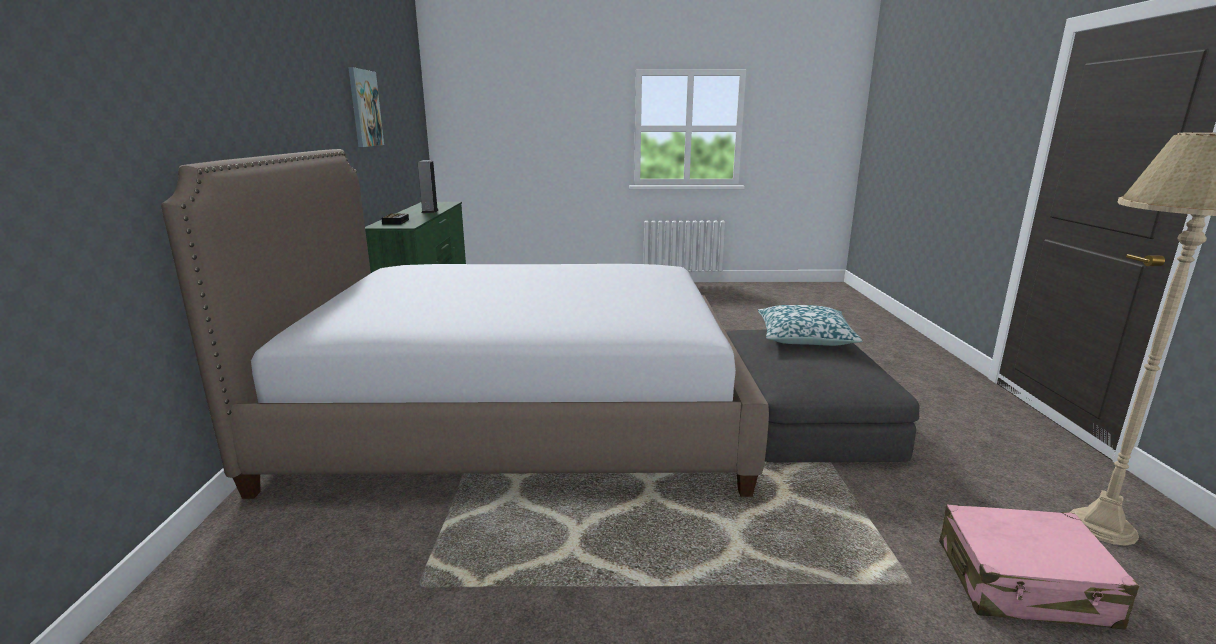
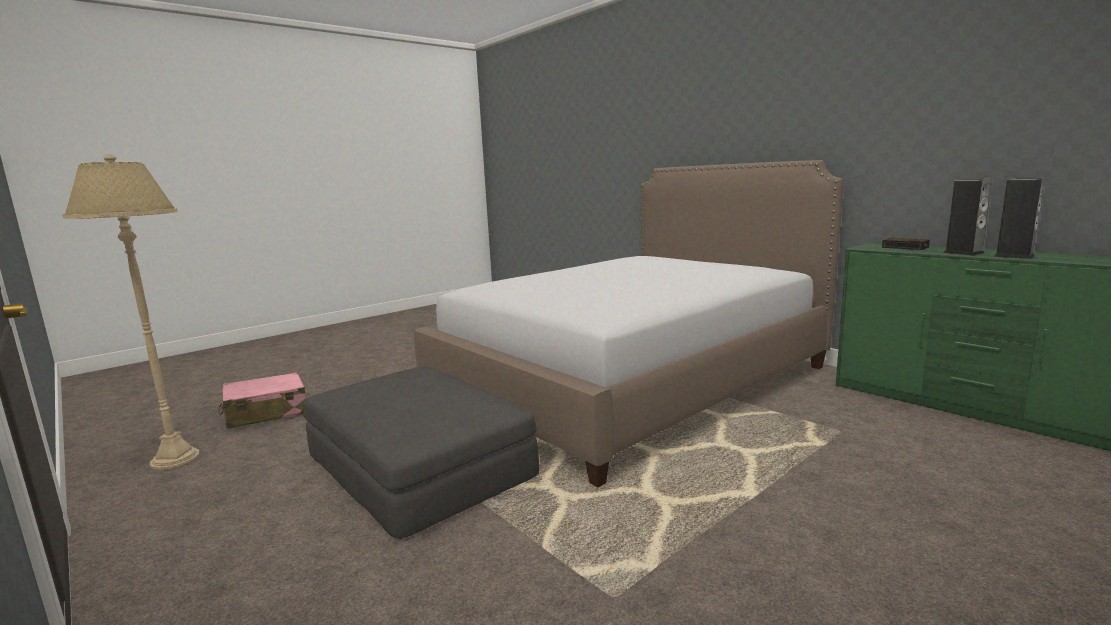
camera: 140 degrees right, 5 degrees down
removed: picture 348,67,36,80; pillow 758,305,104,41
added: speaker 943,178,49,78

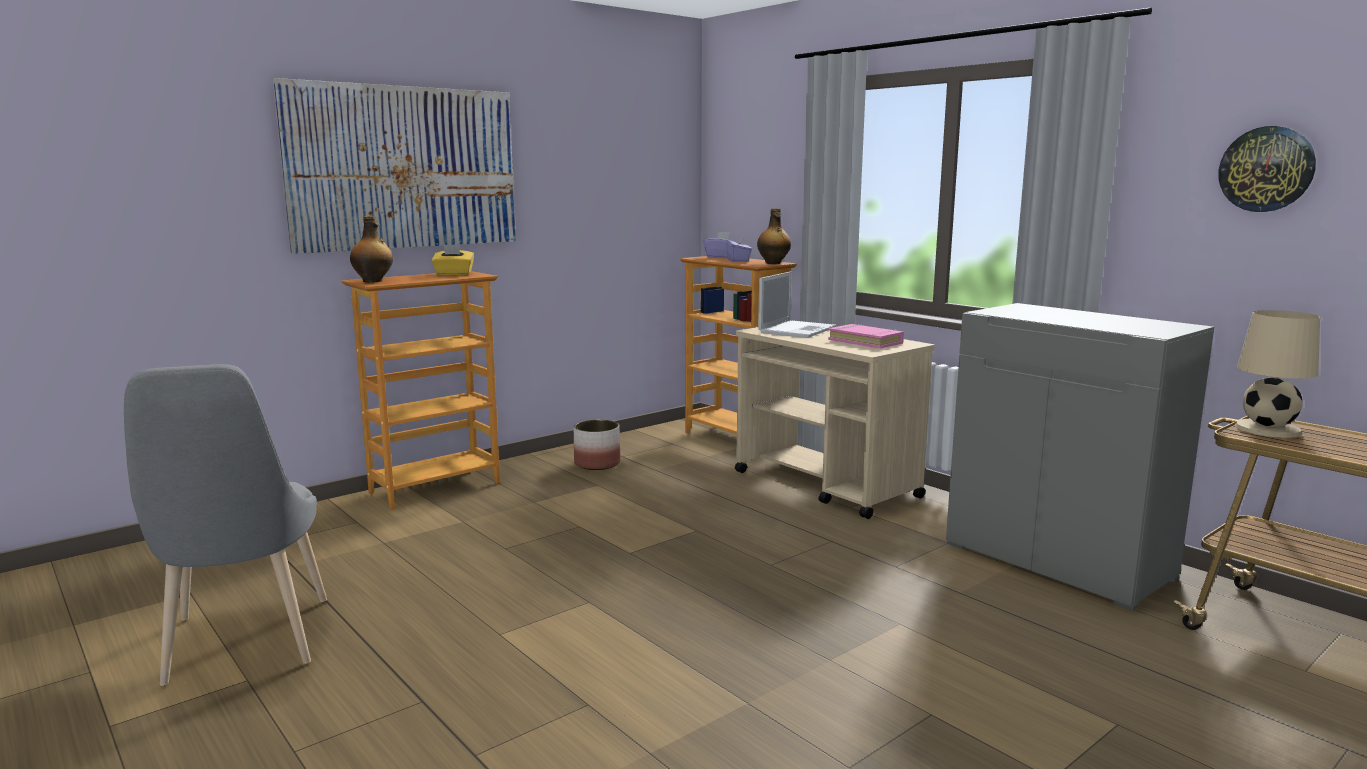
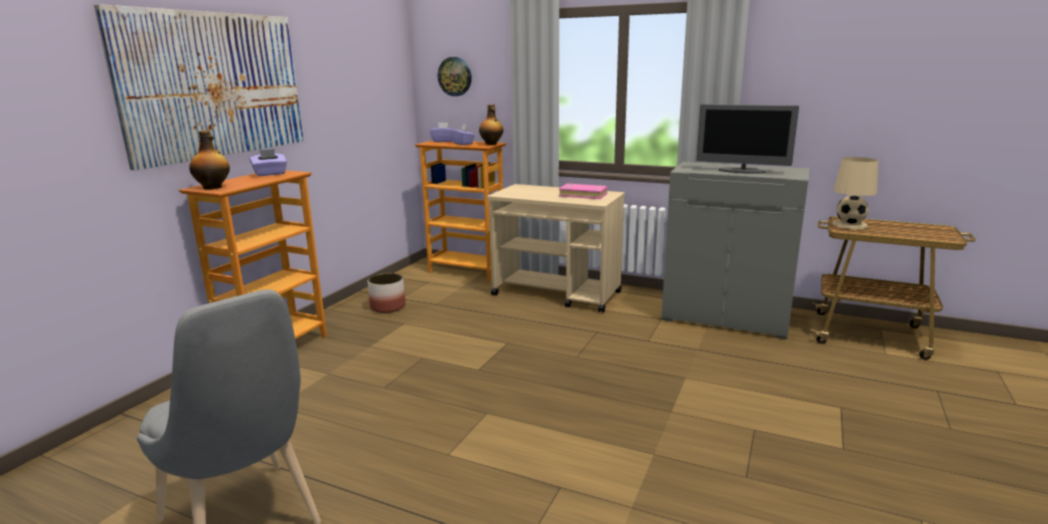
camera: 25 degrees left, 5 degrees up
removed: laptop 758,271,78,67
added: monitor 696,104,103,70
moved: wall clock 1218,126,98,86 to 438,57,34,39
recoloured: yellow tissue box 432,244,42,31 to purple tissue box 249,149,38,27

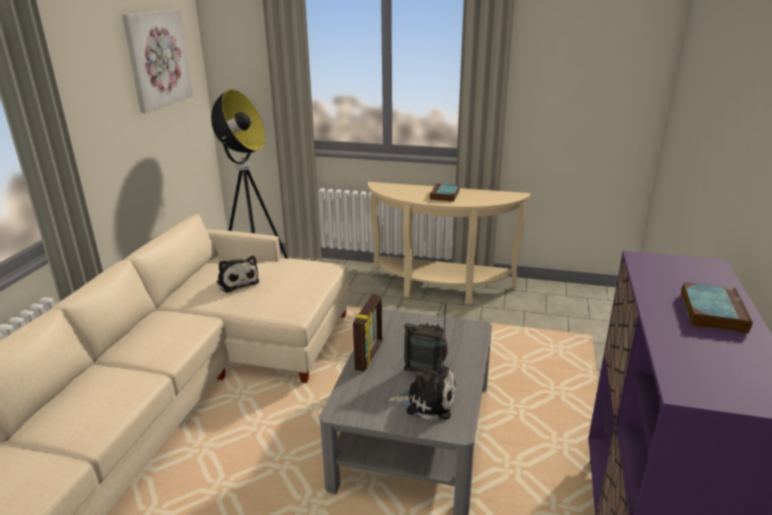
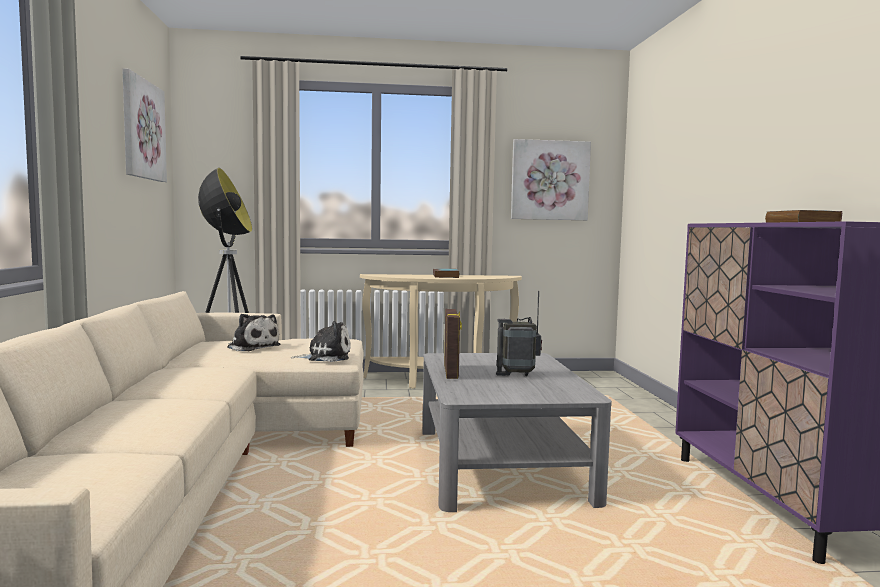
camera: 20 degrees left, 20 degrees down
added: picture 511,139,80,81
moved: plush toy 388,358,68,63 to 291,321,60,41

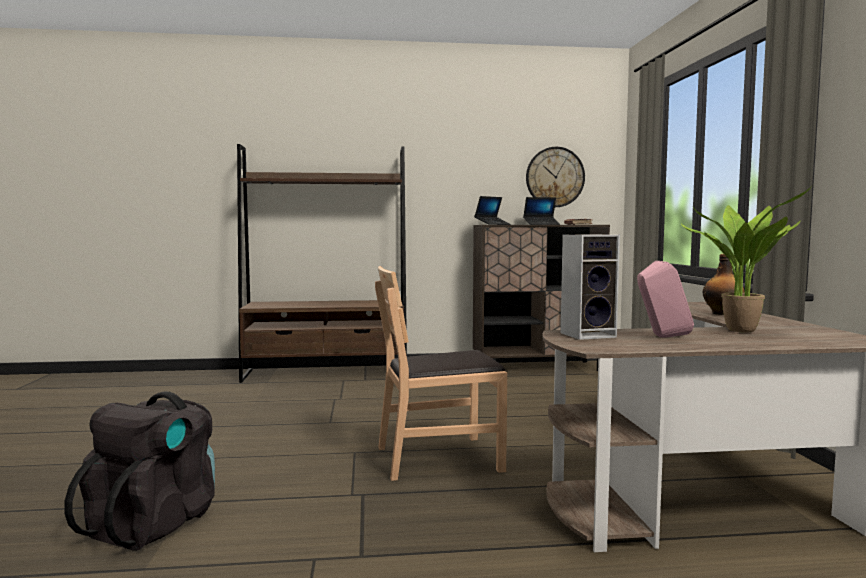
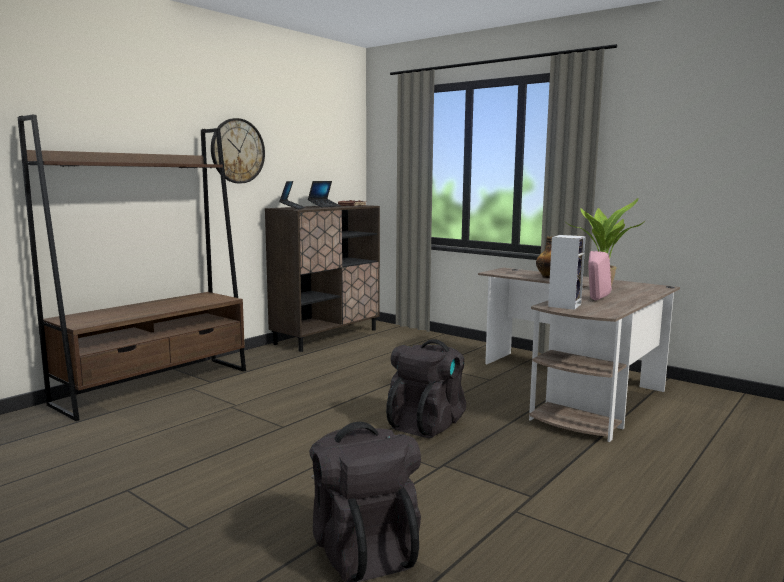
camera: 45 degrees left, 5 degrees up
moved: wall clock 526,147,59,60 to 211,118,54,65
replaced: brown chair 375,266,132,215 to black backpack 386,339,80,99

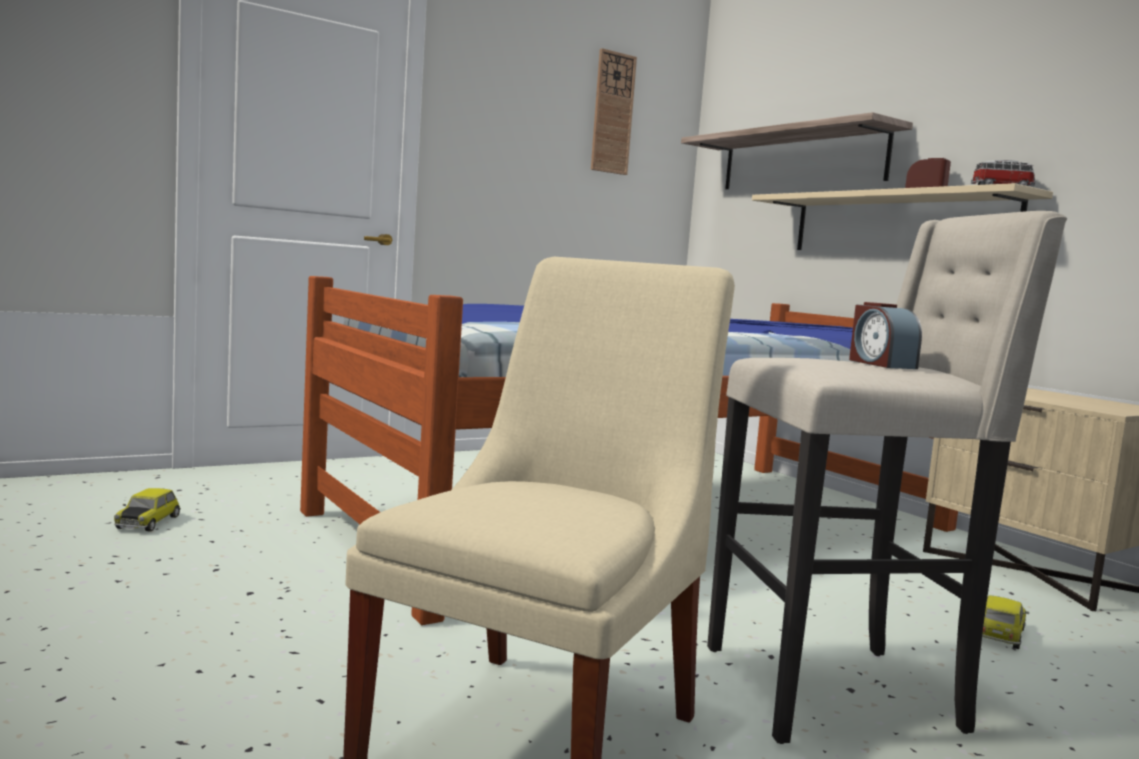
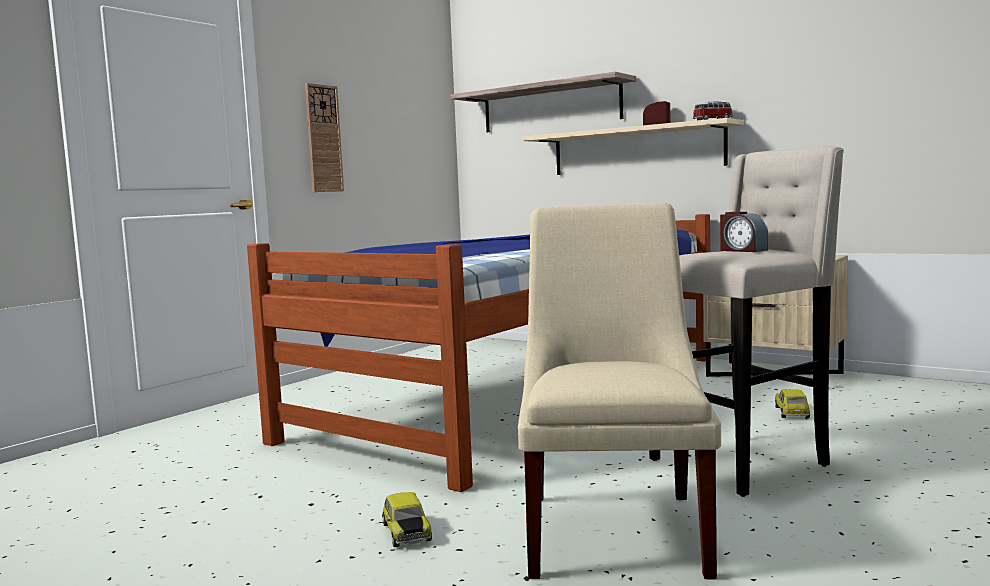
camera: 20 degrees left, 0 degrees up
moved: toy car 114,488,67,44 to 382,492,50,55; wall clock 591,48,46,127 to 305,83,39,109

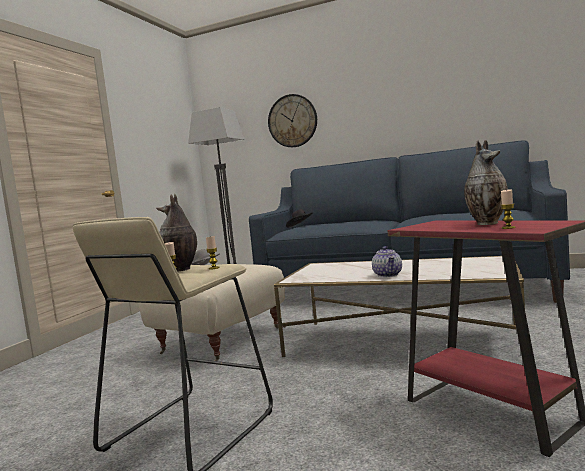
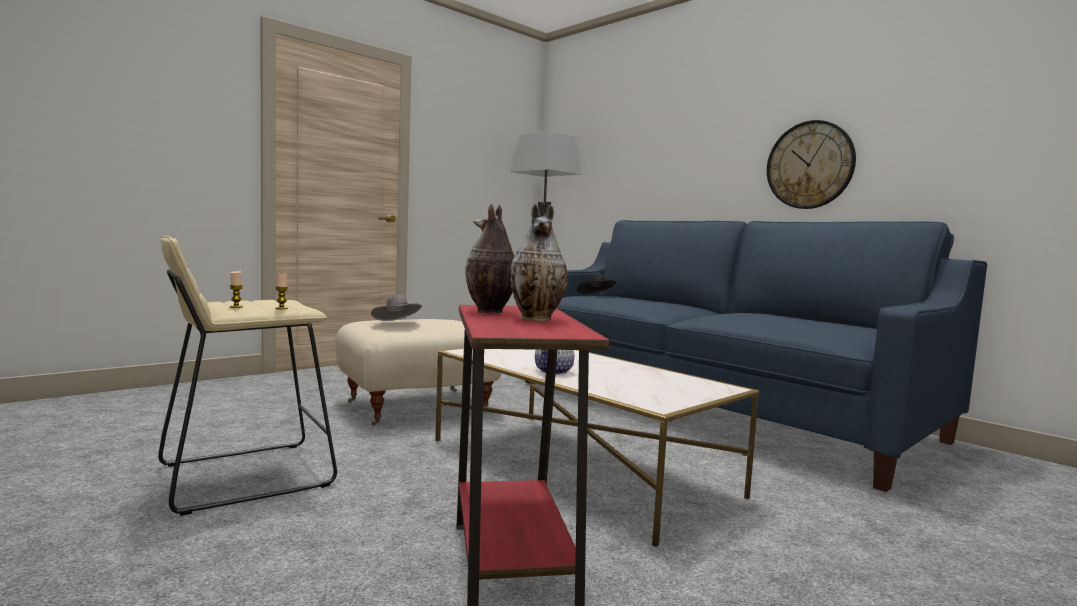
camera: 25 degrees right, 0 degrees up
removed: candle 501,189,15,40
moved: vase 156,193,41,79 to 465,204,49,110; wall clock 268,94,49,53 to 767,120,89,89

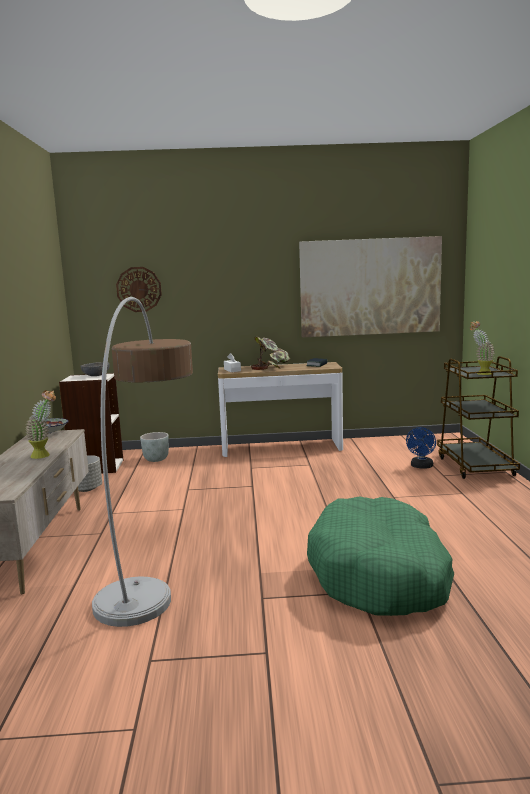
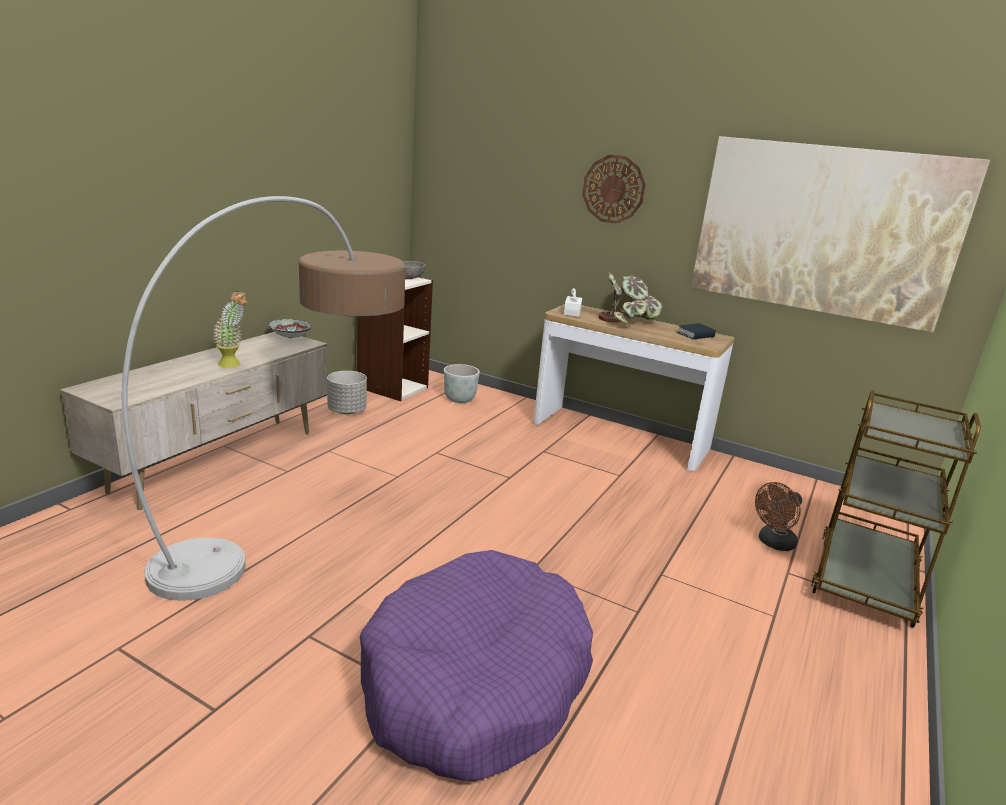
camera: 30 degrees right, 10 degrees up
removed: potted plant 470,321,25,54
moved: wall clock 116,267,46,45 to 582,155,64,69
recoloured: green dog bed 307,496,147,120 to purple dog bed 360,550,233,231; blue fan 406,427,30,42 to brown fan 755,482,47,69

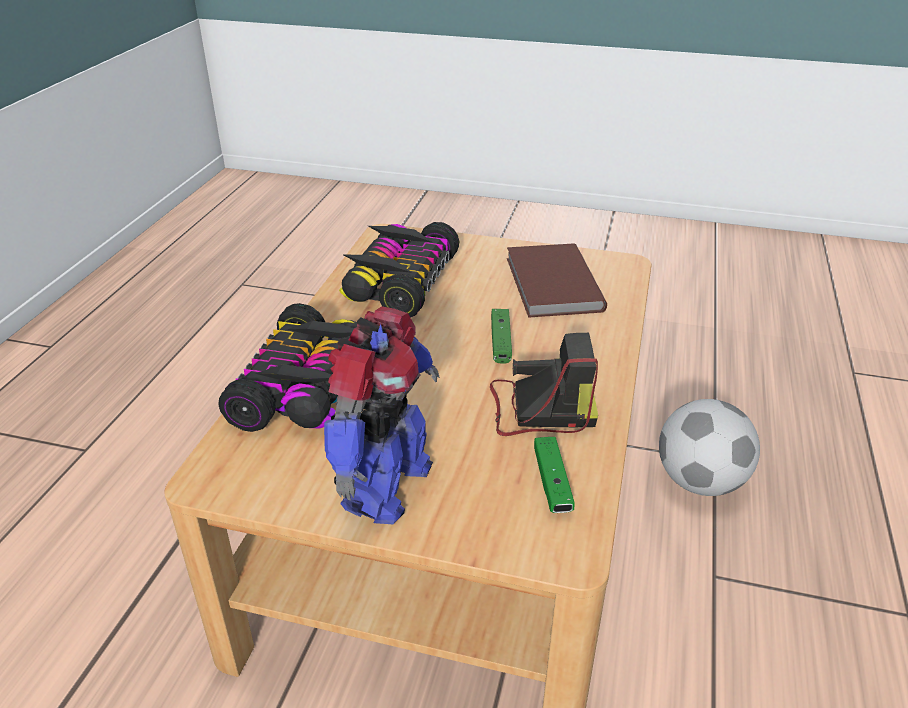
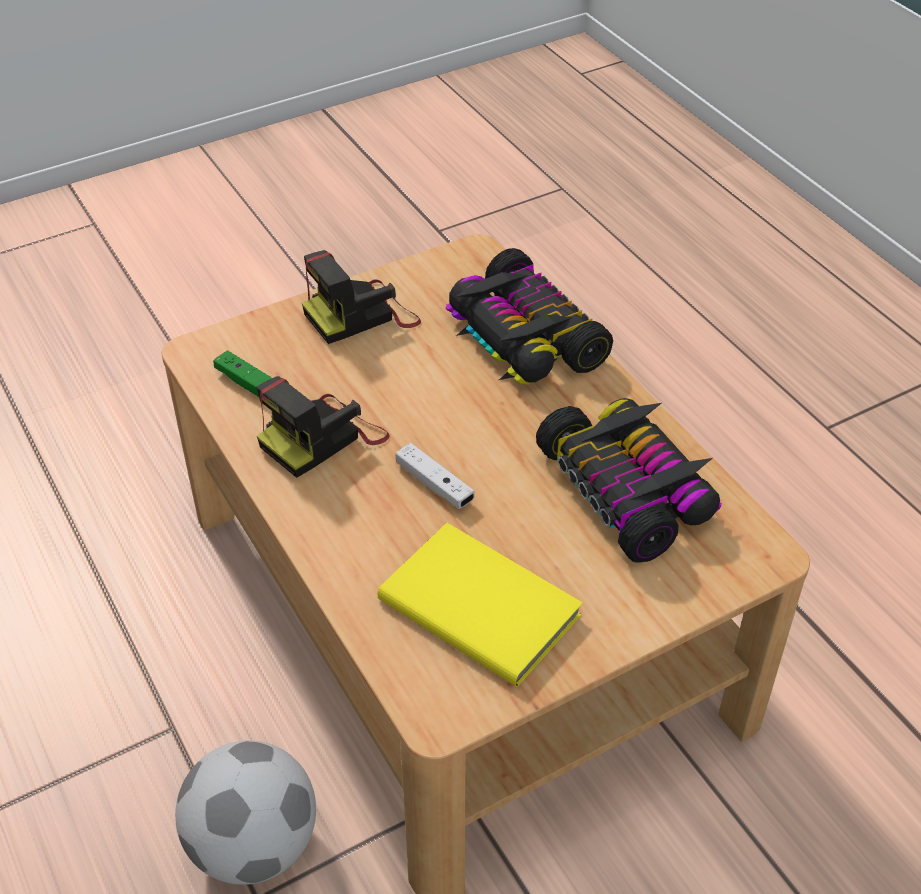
camera: 135 degrees right, 10 degrees up
replaced: toy robot 324,306,116,218 to photo camera 302,250,119,94
recoloured: green game controller 491,309,21,54 to white game controller 396,443,79,66; brown book 507,243,100,75 to yellow book 378,523,205,164

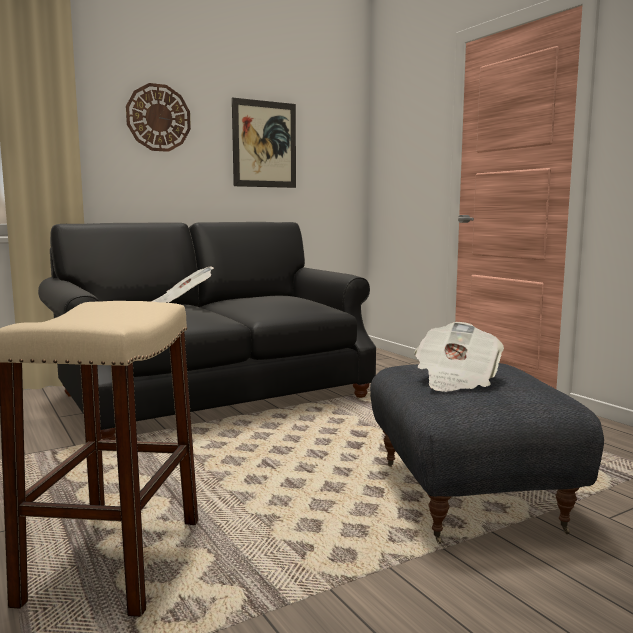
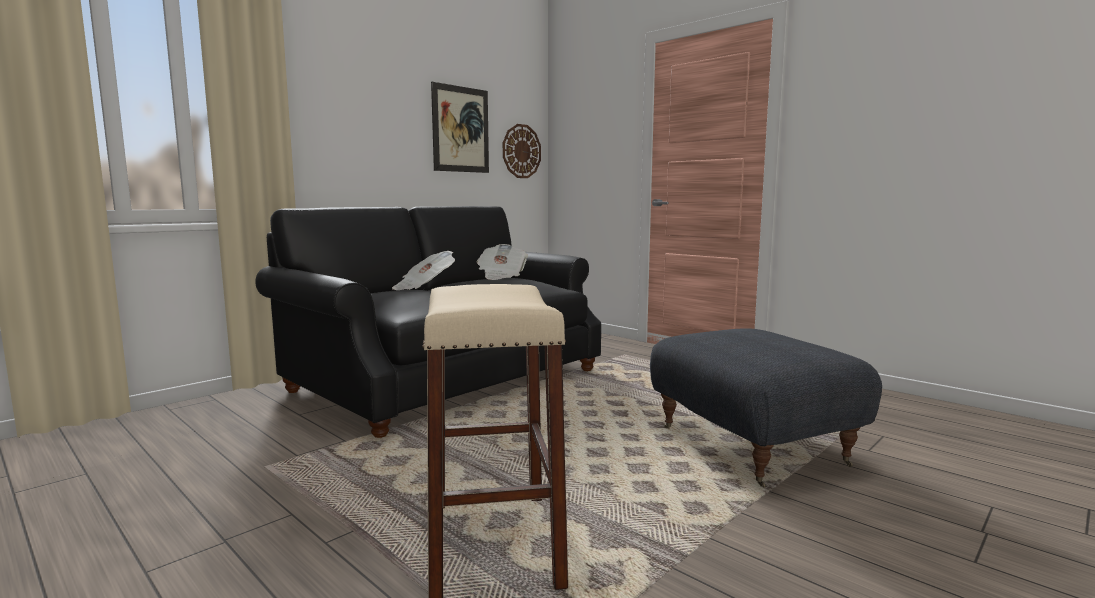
camera: 15 degrees left, 0 degrees up
moved: wall clock 126,83,65,69 to 503,124,38,54; newspaper 414,322,90,70 to 477,244,51,36

